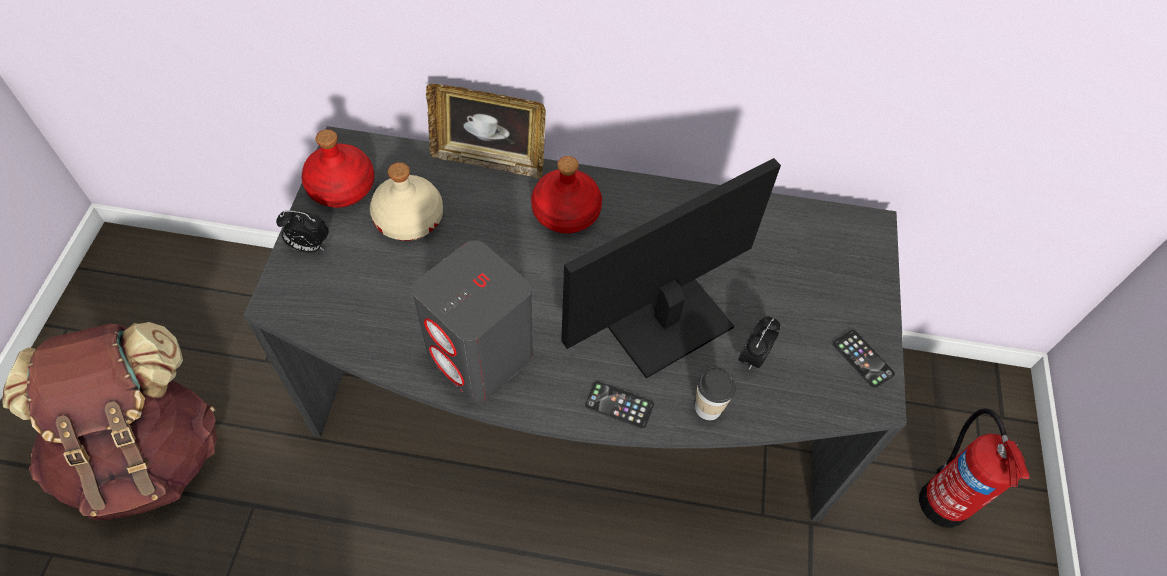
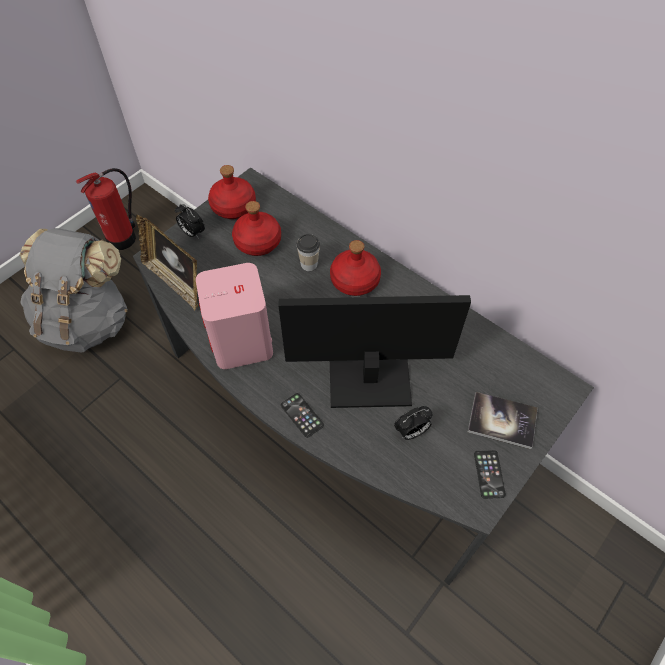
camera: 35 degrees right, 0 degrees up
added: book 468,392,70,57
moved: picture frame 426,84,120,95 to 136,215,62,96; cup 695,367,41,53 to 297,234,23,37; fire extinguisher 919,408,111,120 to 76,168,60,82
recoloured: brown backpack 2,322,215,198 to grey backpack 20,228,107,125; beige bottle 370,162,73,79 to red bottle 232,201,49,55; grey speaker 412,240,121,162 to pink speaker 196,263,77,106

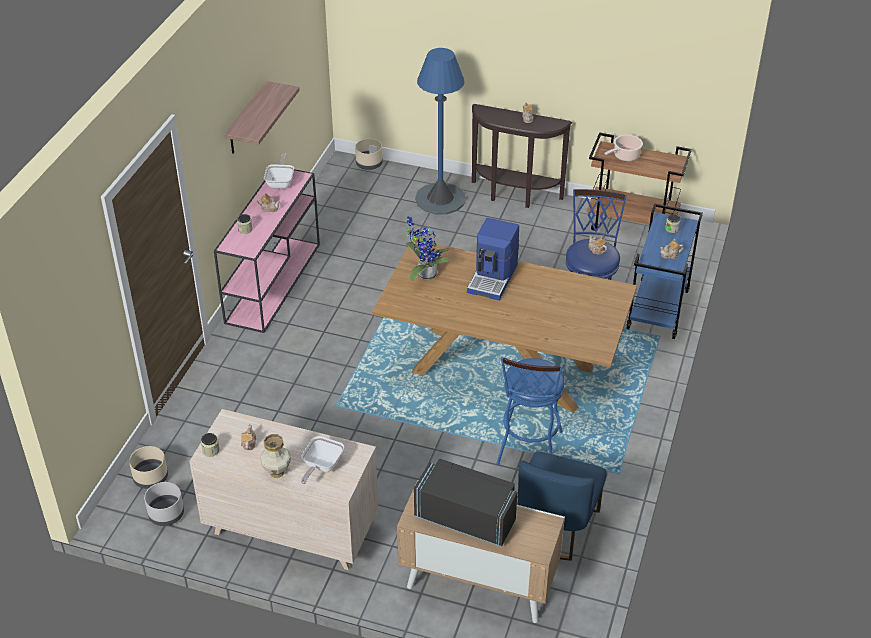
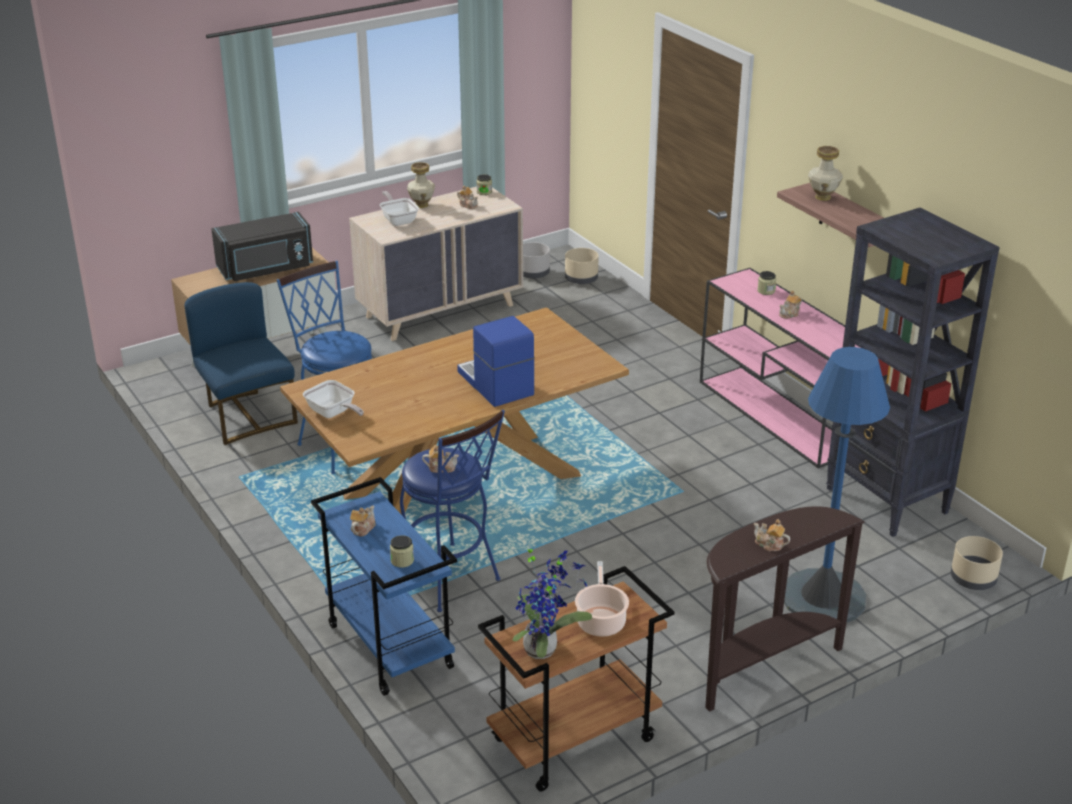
camera: 130 degrees right, 10 degrees down
added: vase 808,146,35,55; black bookcase 826,208,174,329
moved: frying pan 264,153,30,36 to 303,380,61,38; potted plant 405,216,44,65 to 513,543,79,116

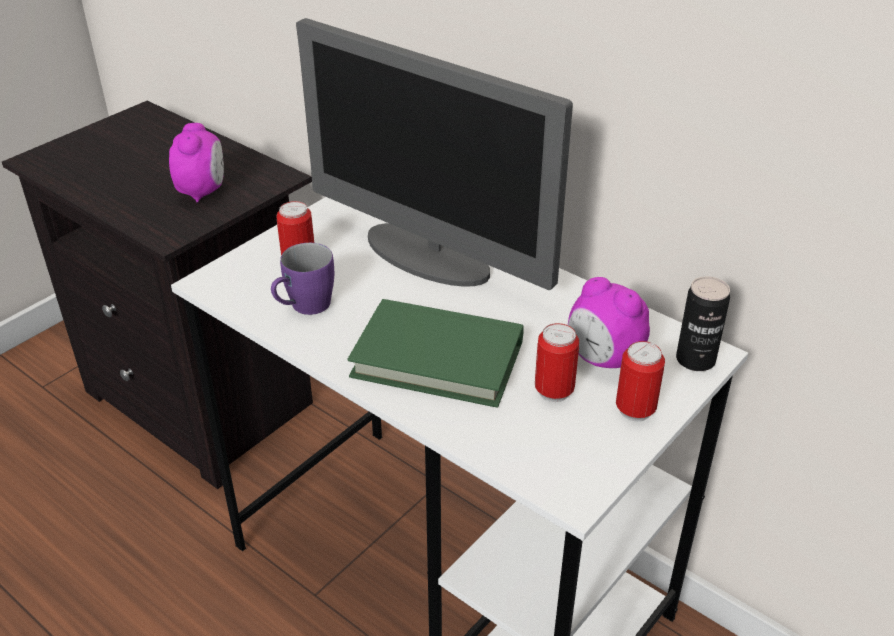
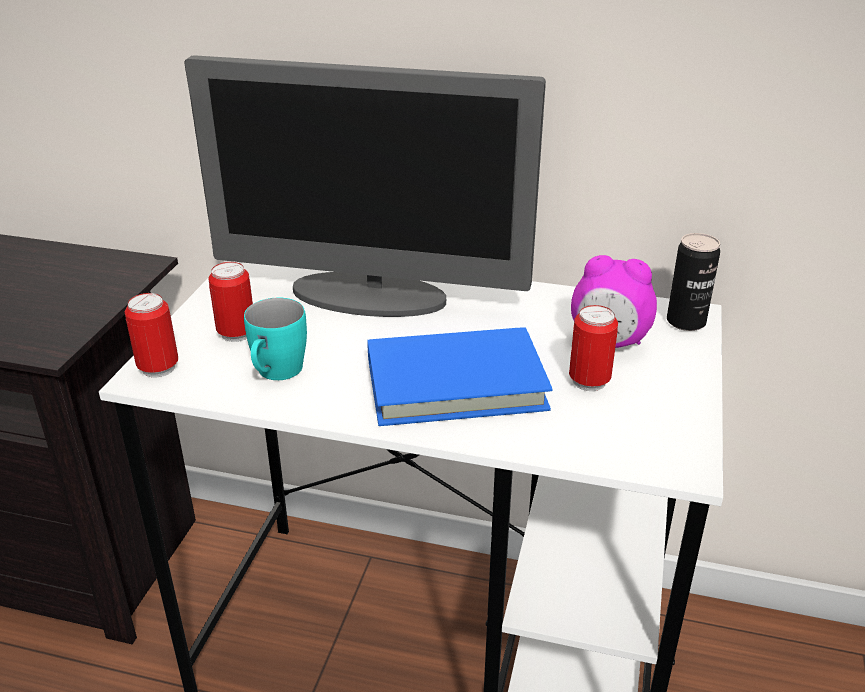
camera: 25 degrees left, 5 degrees down
removed: alarm clock 169,123,55,80
moved: can 616,341,49,80 to 125,293,53,84
recoloured: purple mug 271,243,63,72 to turquoise mug 244,298,63,82; green book 348,299,176,109 to blue book 367,327,186,99

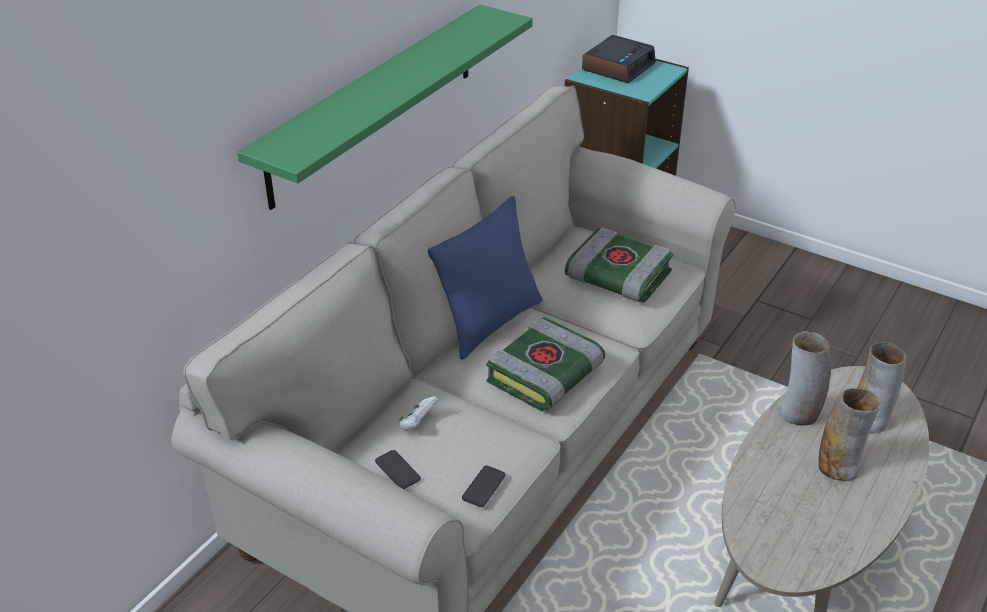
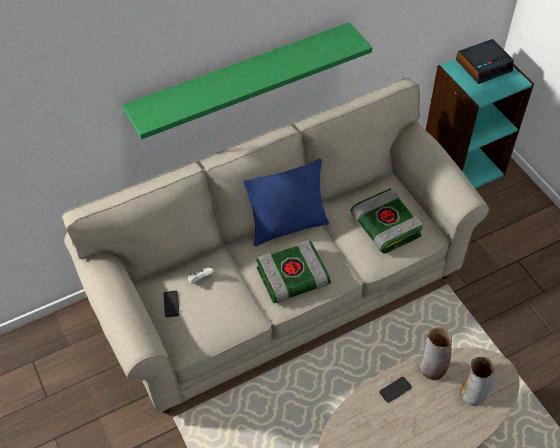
camera: 30 degrees right, 15 degrees up
removed: vase 819,388,62,93
moved: phone 462,466,44,41 to 379,377,33,26

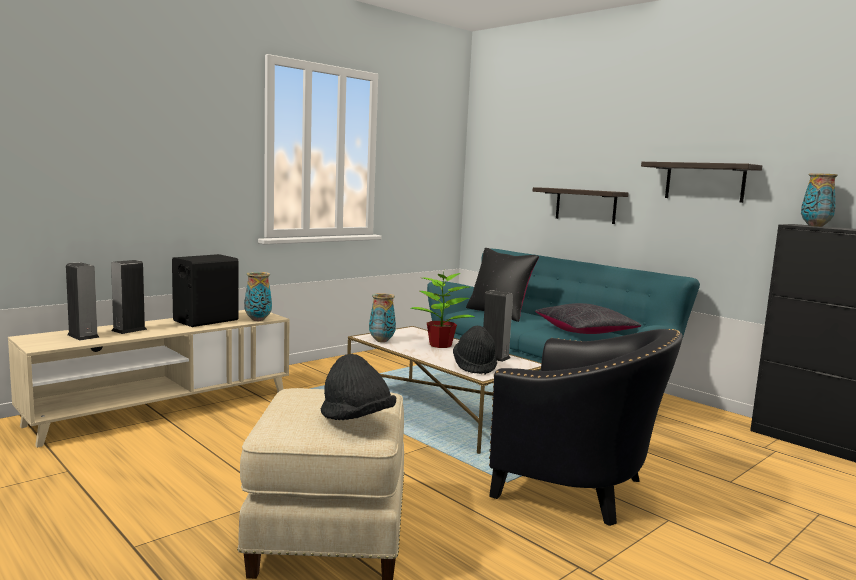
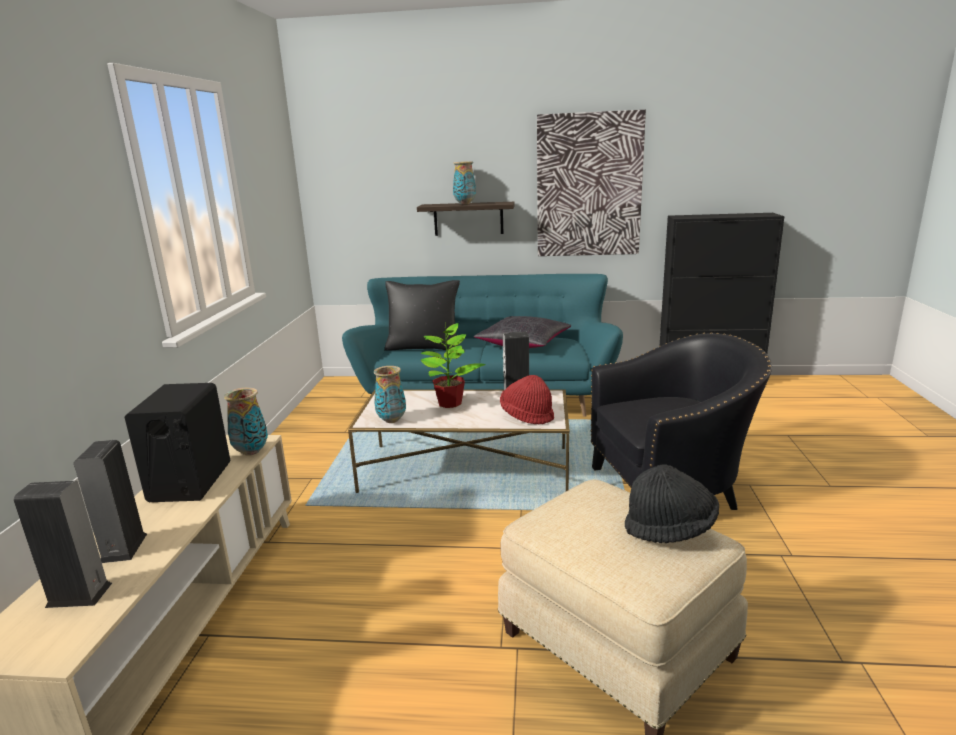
camera: 40 degrees left, 10 degrees up
moved: vase 801,173,37,54 to 453,161,23,44
replaced: shelf 641,162,121,41 to picture 537,110,109,146
recoloured: black hat 453,325,44,49 to red hat 500,375,54,50

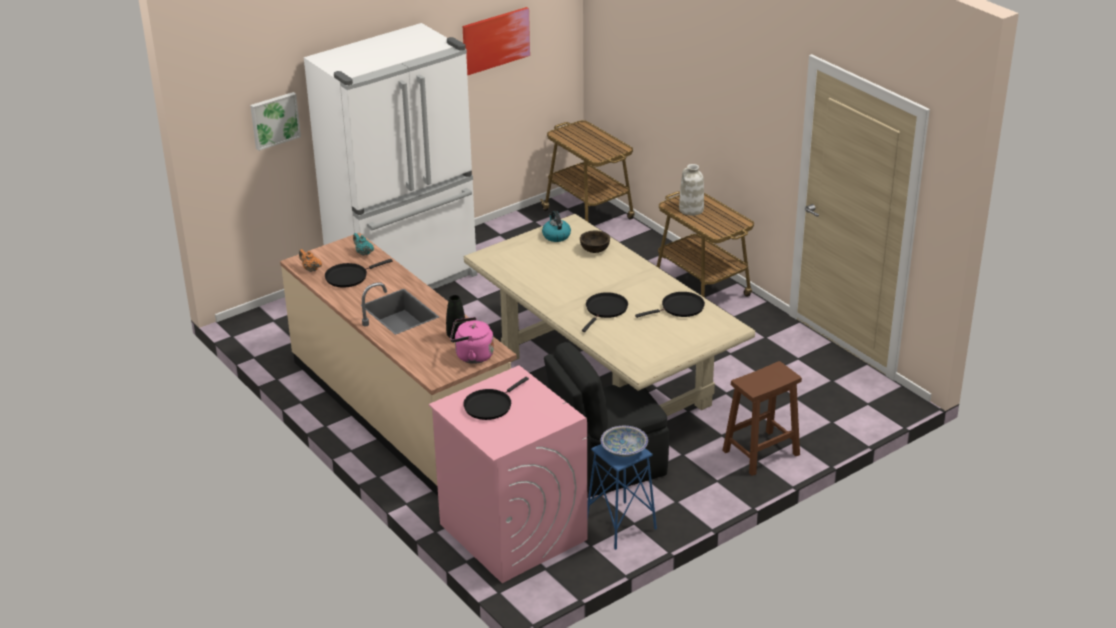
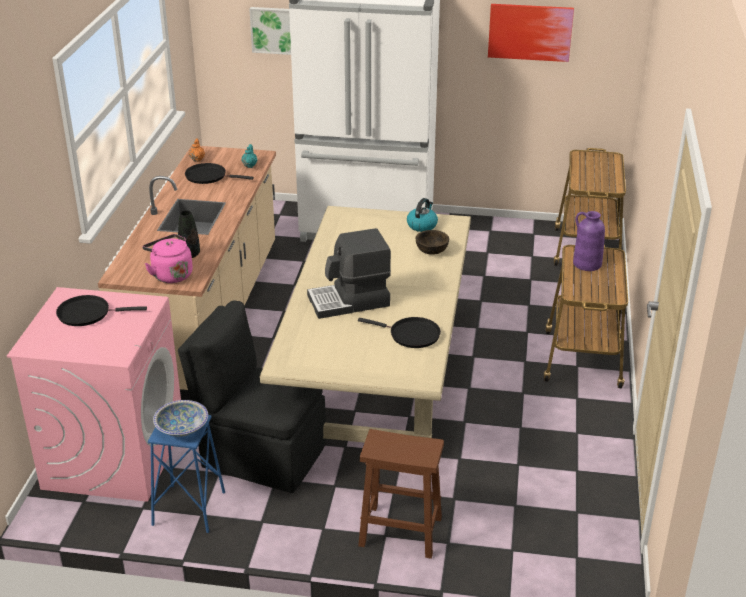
camera: 45 degrees right, 0 degrees up
replaced: black frying pan 582,292,46,40 to coffee machine 307,228,84,91
recoloured: white vase 679,164,25,52 to purple vase 573,211,32,60

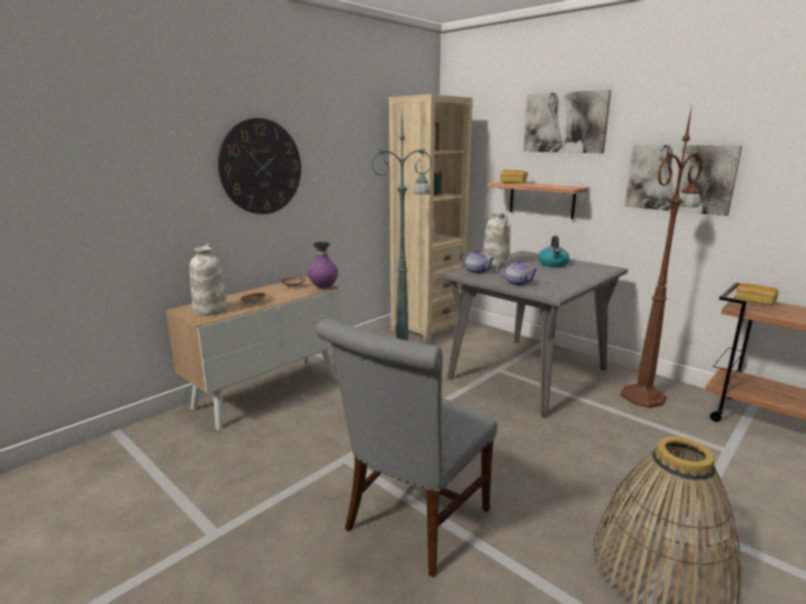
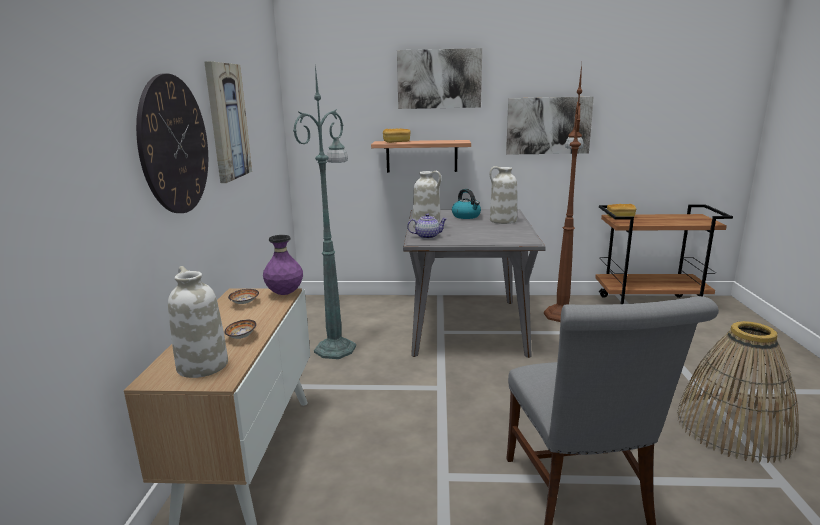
camera: 40 degrees left, 0 degrees up
removed: beige bookcase 389,94,84,248; teapot 498,260,41,26
added: picture 204,61,48,122; white vase 490,166,27,58

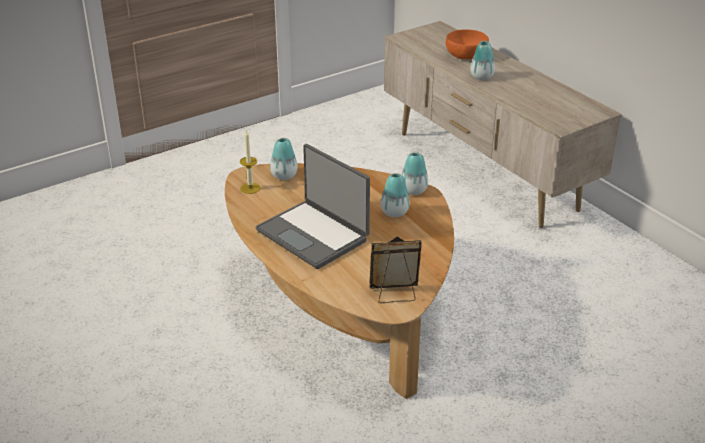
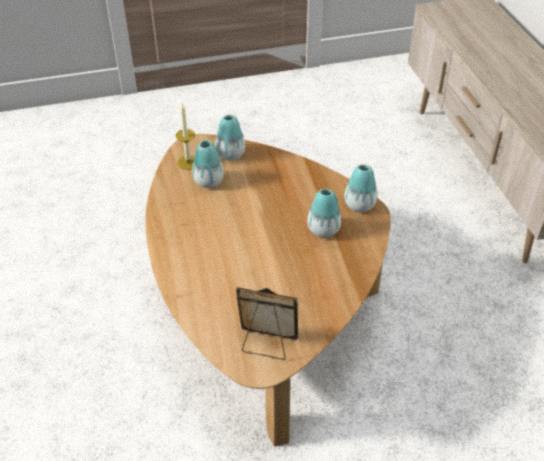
camera: 20 degrees right, 10 degrees up
removed: laptop 256,144,114,125; orange bowl 446,29,43,30
moved: vase 471,41,24,39 to 192,140,32,48

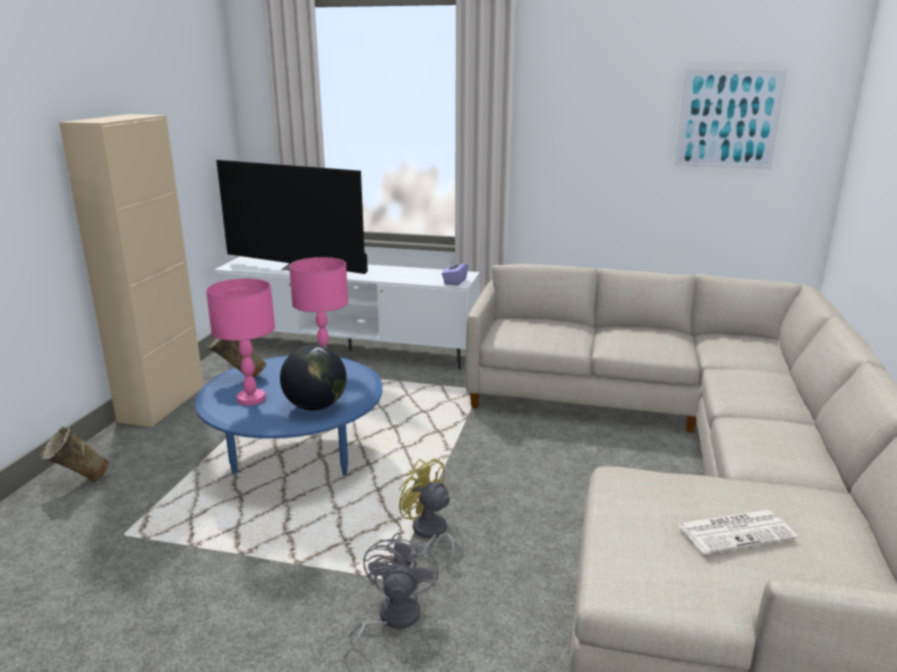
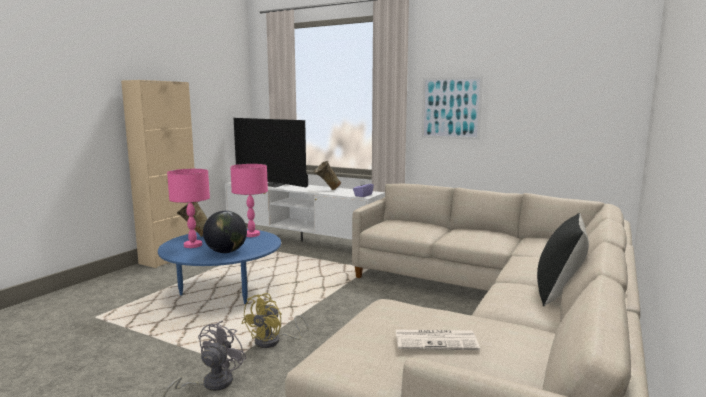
camera: 15 degrees right, 10 degrees down
added: black pillow 537,213,52,93
moved: beige vase 40,426,69,55 to 314,161,27,29; picture 674,70,113,99 to 421,76,62,64
turned: yellow fan 399,458,56,111 = 241,293,67,55 120 degrees counterclockwise

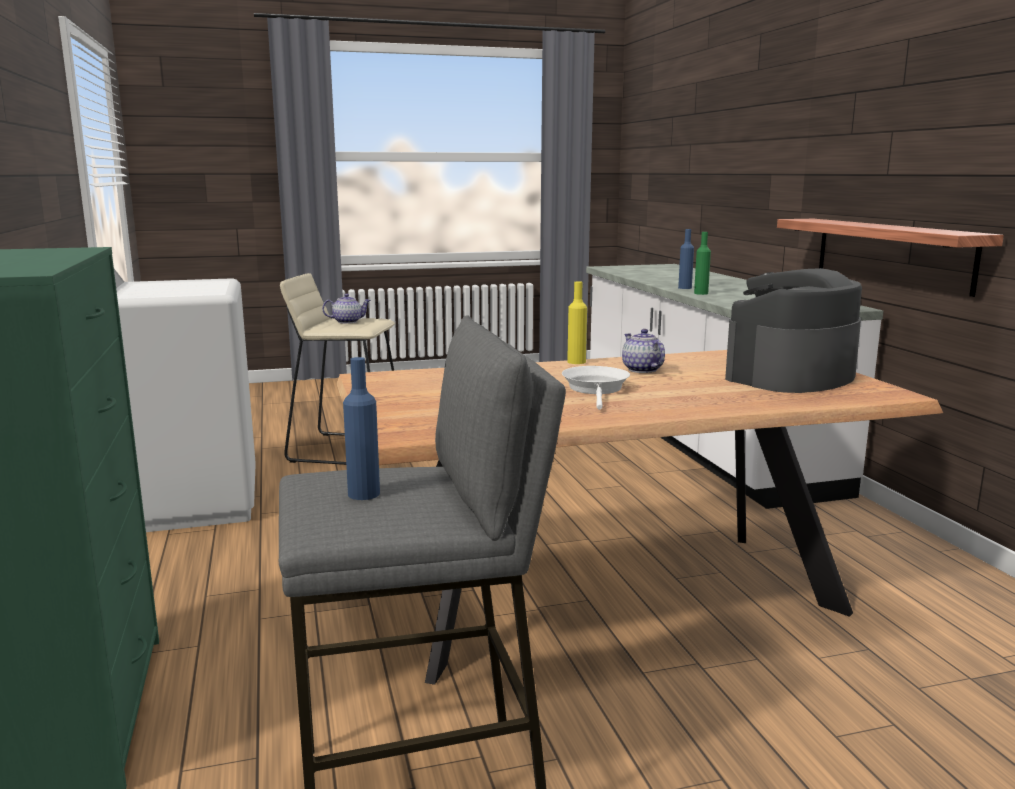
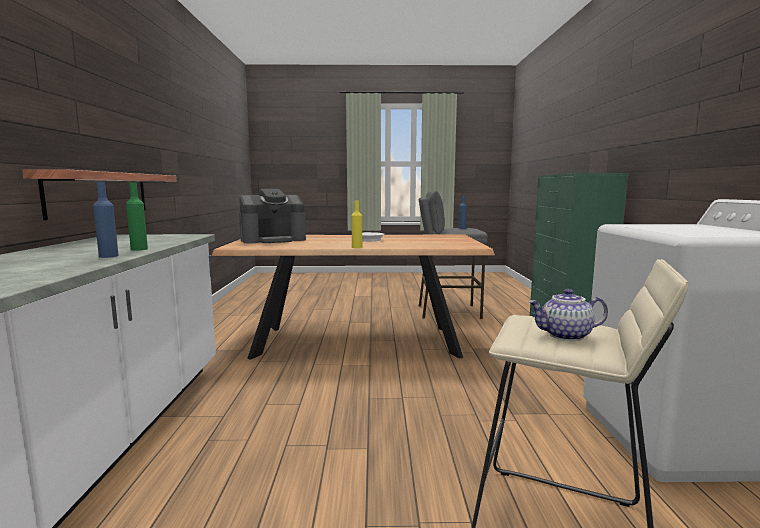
camera: 165 degrees left, 5 degrees down
removed: teapot 622,329,43,44

